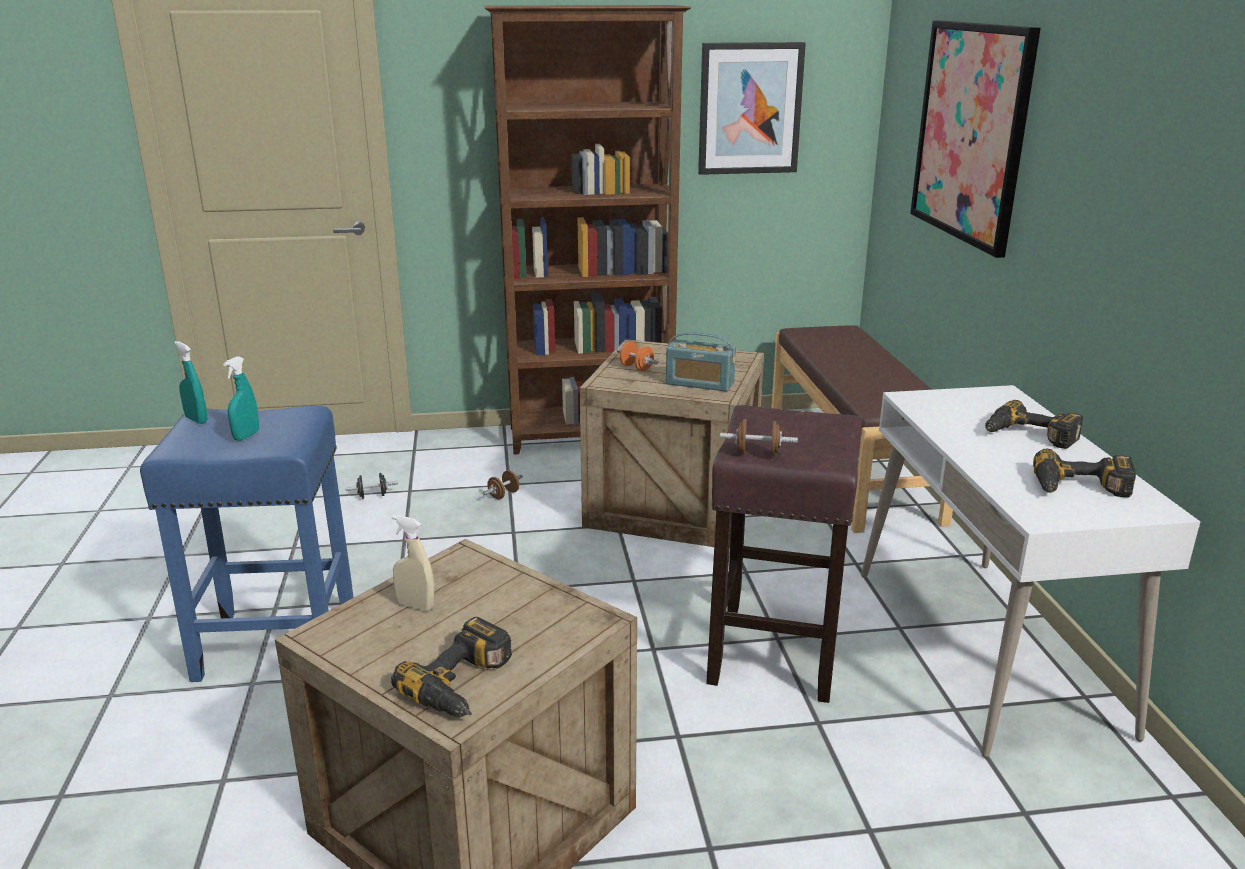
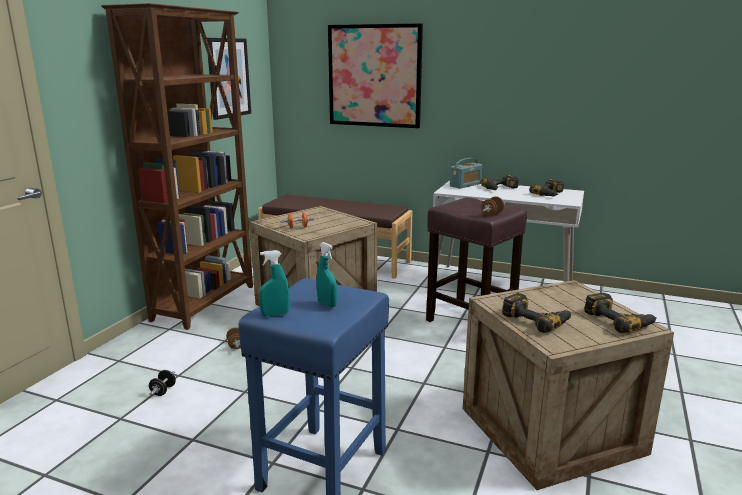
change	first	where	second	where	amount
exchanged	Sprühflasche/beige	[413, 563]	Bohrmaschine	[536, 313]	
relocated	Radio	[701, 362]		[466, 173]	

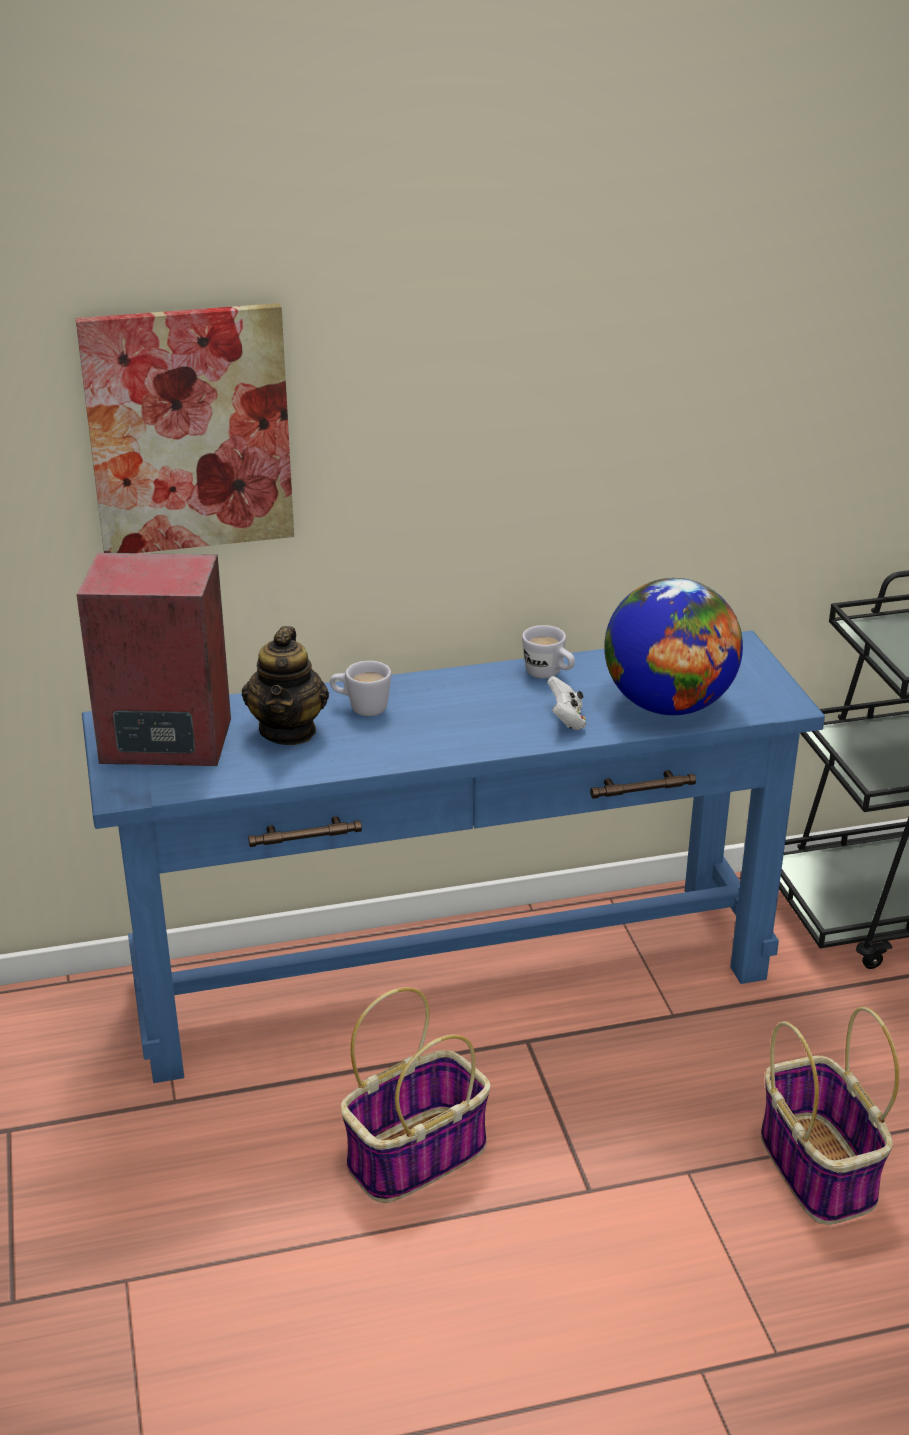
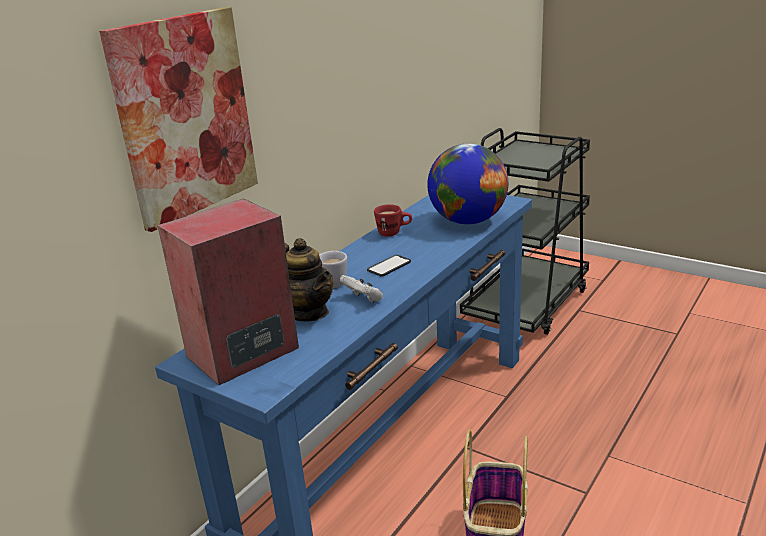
change	first	where	second	where	amount
colour	Henkelbecher/weiß	[548, 652]	Henkelbecher/rot	[393, 220]	
relocated	Gamepad/weiß	[566, 703]		[361, 288]	
missing	Korb	[830, 1116]			
appeared			Handy	[389, 266]	

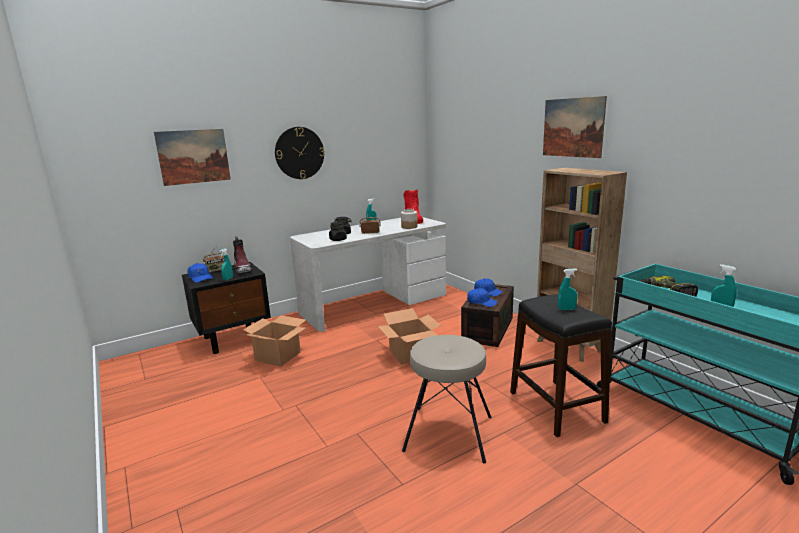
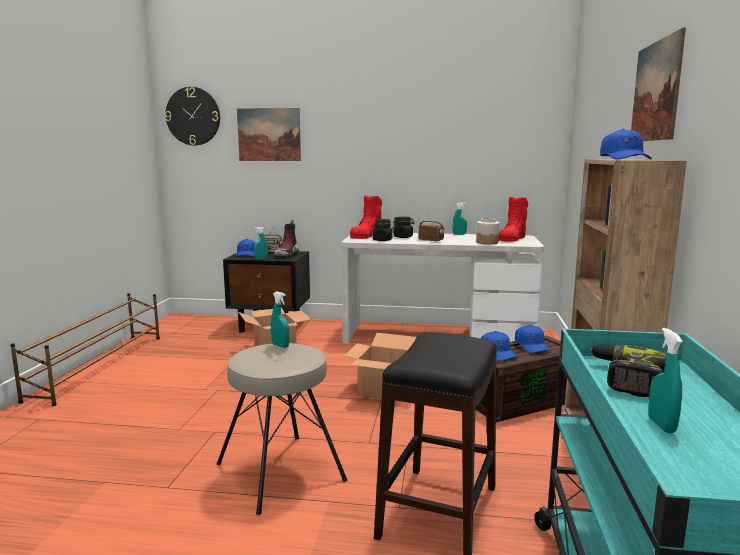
change	first	where	second	where	amount
relocated	Wanduhr	[300, 153]		[192, 116]	
relocated	Sprühflasche/türkis	[568, 289]		[280, 319]	
appeared			Schuhregal/braun	[85, 349]	
appeared			Stiefel/rot	[366, 217]	
appeared			Kappe/blau	[626, 144]	

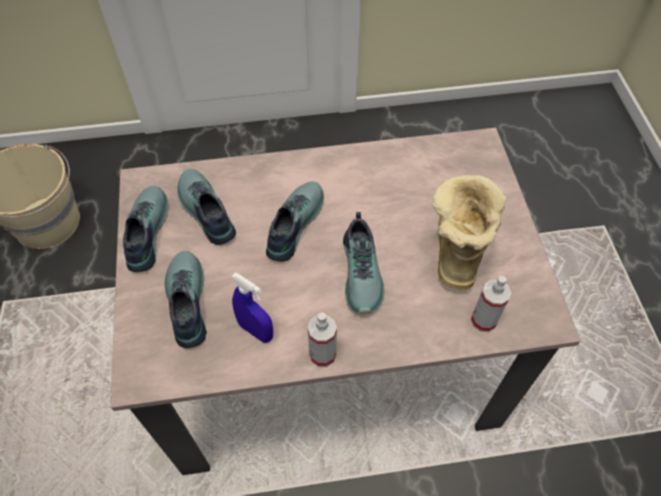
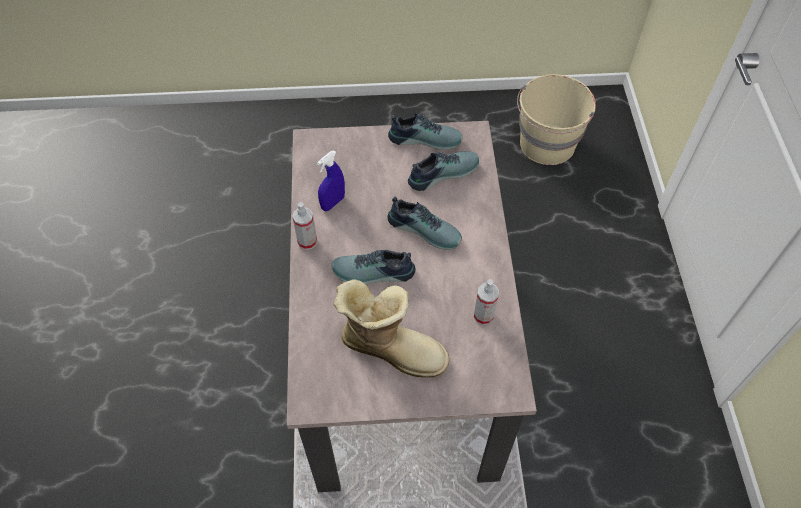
change	first	where	second	where	amount
missing	Schuh	[185, 299]			
relocated	Sprühflasche	[491, 304]		[486, 302]	

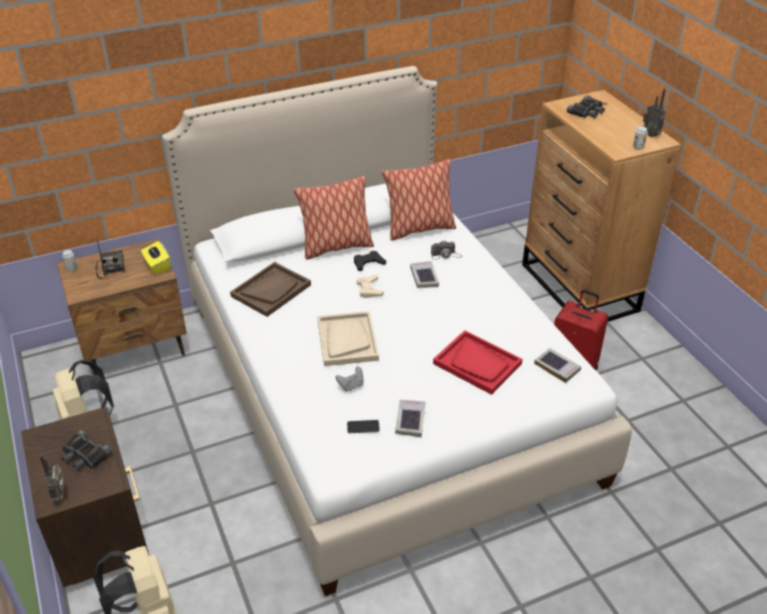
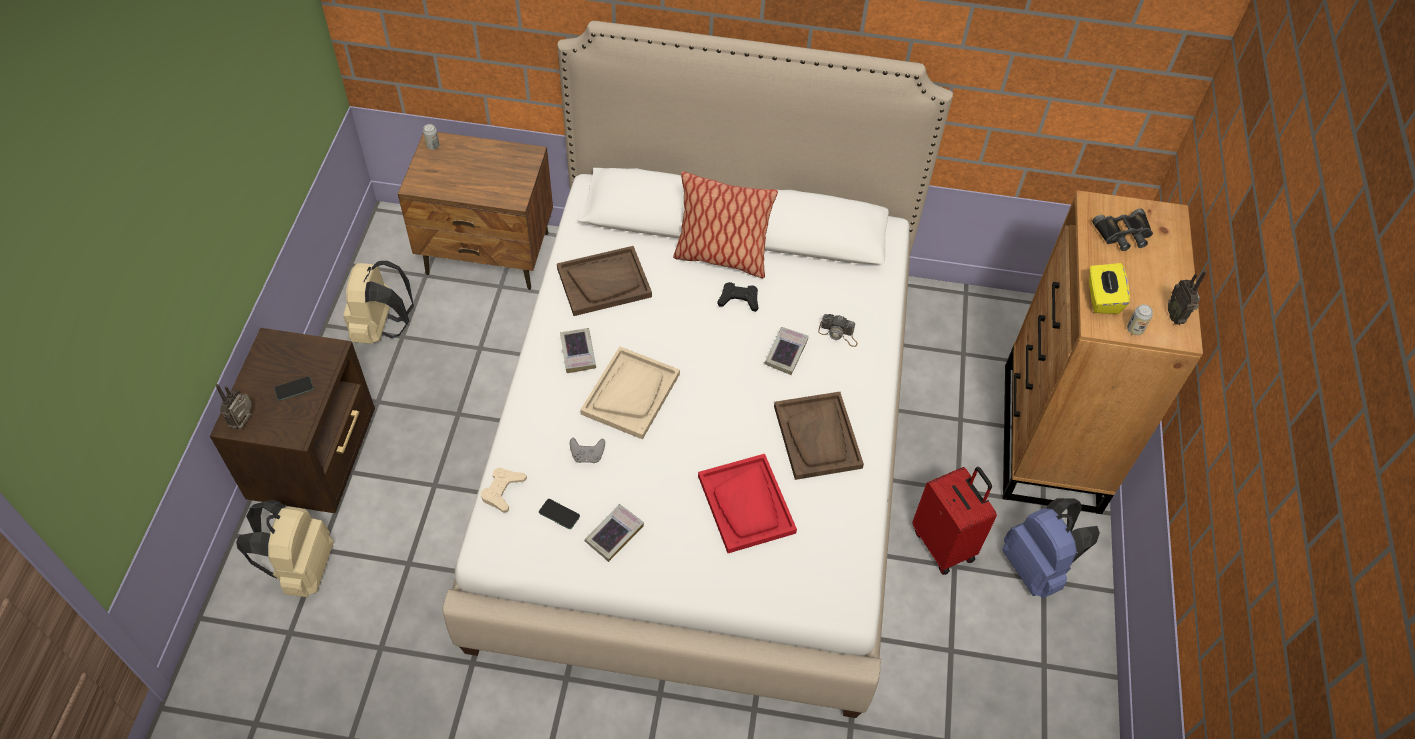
change	first	where	second	where	amount
exchanged	Fernglas/schwarz	[87, 450]	Handy	[294, 388]	
missing	Radio	[110, 259]			
relocated	Taschentuchbox/gelb	[155, 257]		[1109, 288]	
relocated	Gamepad/beige	[370, 286]		[504, 489]	
missing	Kissen	[419, 200]			
relocated	Buch	[557, 365]		[578, 350]	
appeared			Tablett/braun	[819, 436]	
appeared			Rucksack/blau	[1051, 548]	

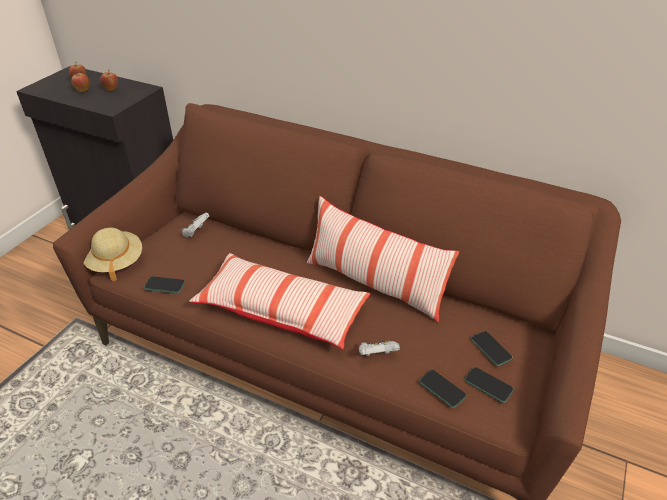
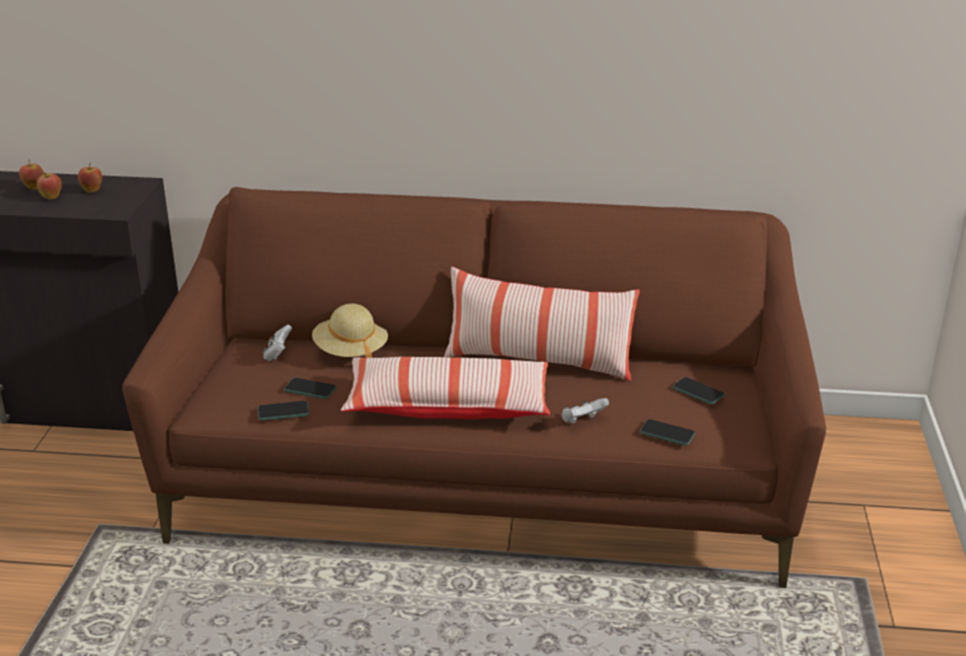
change	first	where	second	where	amount
relocated	Hut/beige	[112, 254]		[350, 331]	
relocated	Handy	[489, 385]		[310, 388]	

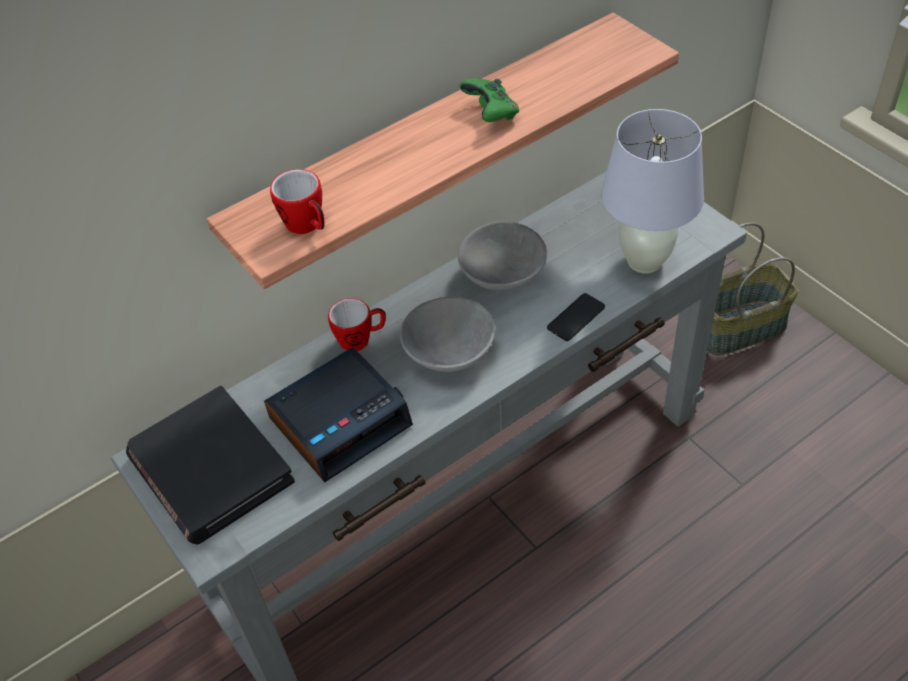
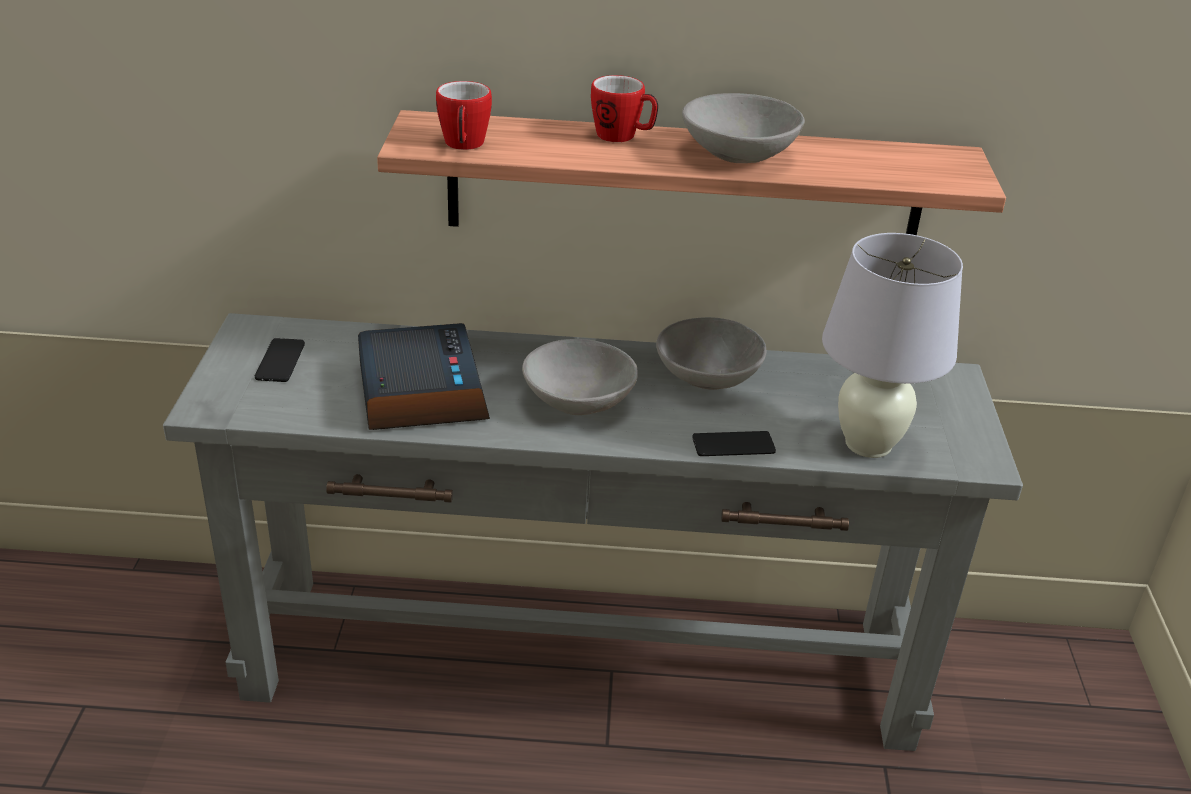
change	first	where	second	where	amount
exchanged	Buch/schwarz	[210, 465]	Handy	[280, 360]	
spun	Wecker	[338, 414]		[424, 376]	105 degrees counterclockwise
relocated	Henkelbecher	[357, 324]		[624, 108]	
exchanged	Gamepad/grün	[489, 100]	Schüssel/grau	[743, 128]	
missing	Korb	[753, 288]			

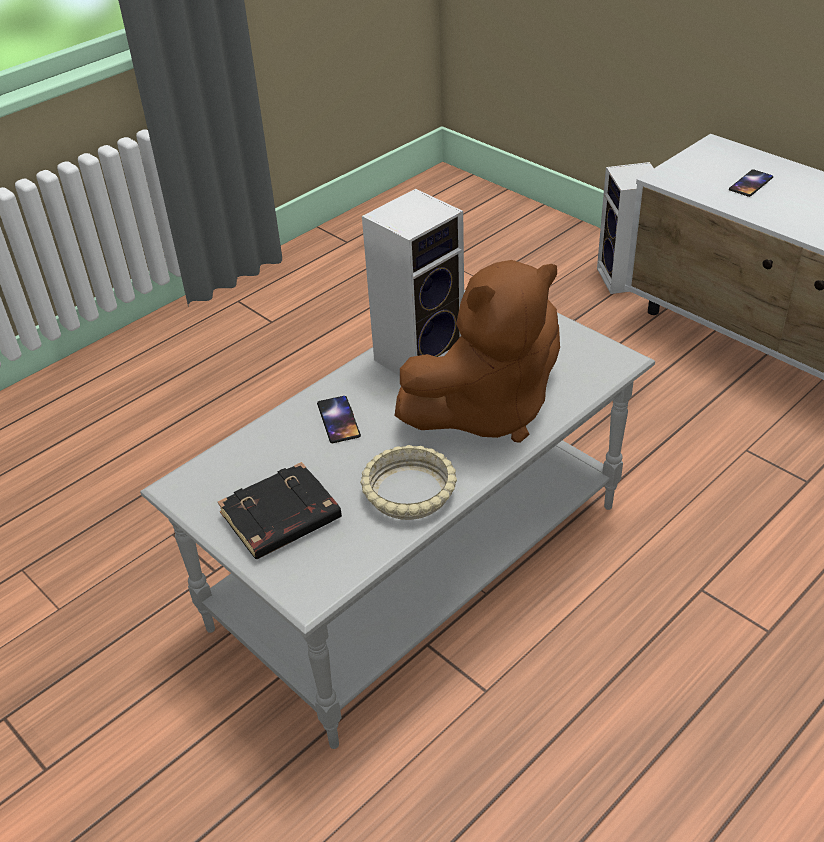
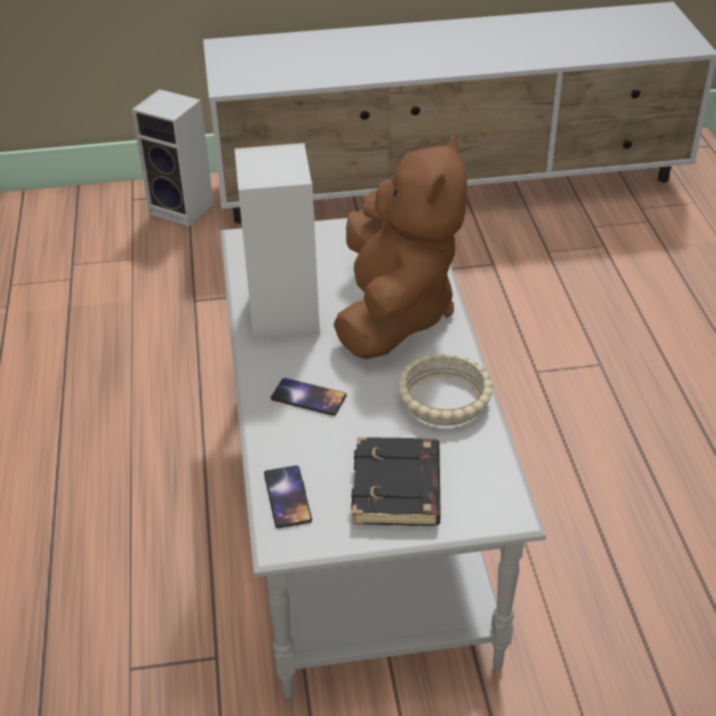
change	first	where	second	where	amount
relocated	Handy	[751, 183]		[288, 496]	

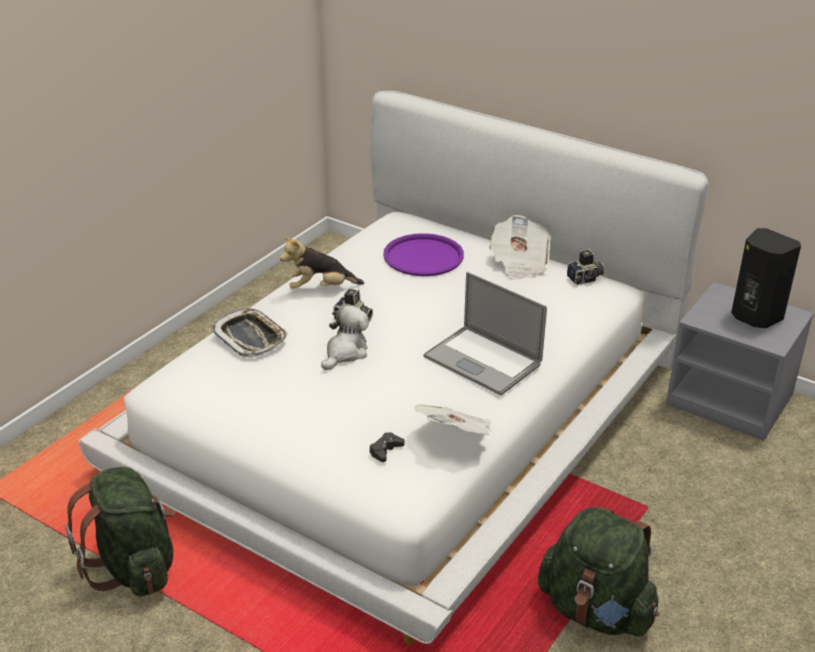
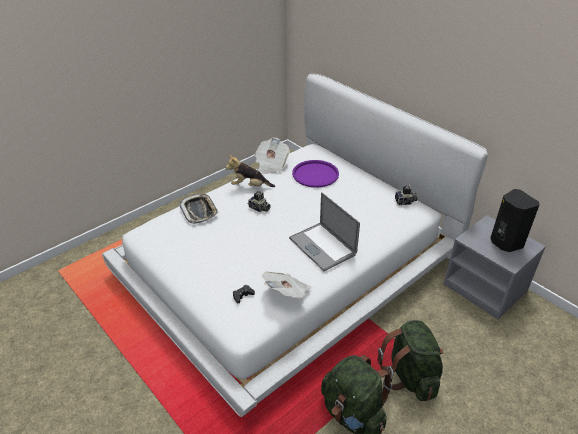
change	first	where	second	where	amount
relocated	Rucksack/grün	[120, 531]		[410, 360]	
missing	Plüschtier	[345, 338]			
relocated	Zeitung	[520, 247]		[272, 156]	

